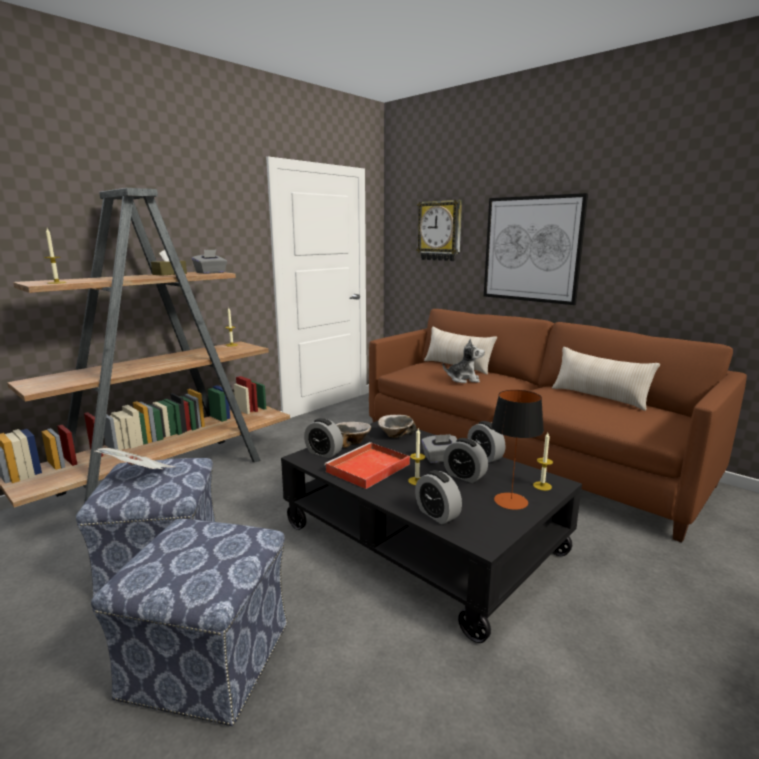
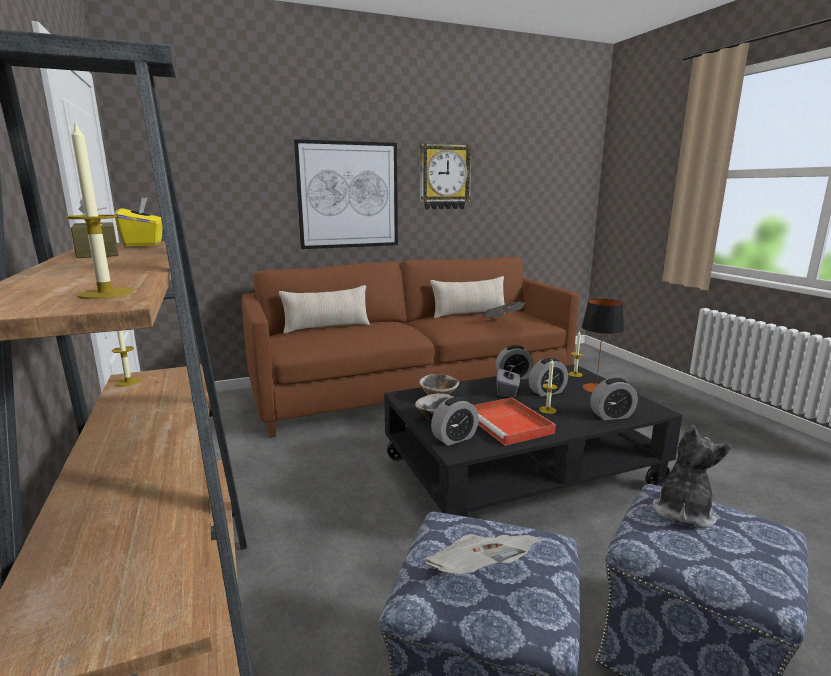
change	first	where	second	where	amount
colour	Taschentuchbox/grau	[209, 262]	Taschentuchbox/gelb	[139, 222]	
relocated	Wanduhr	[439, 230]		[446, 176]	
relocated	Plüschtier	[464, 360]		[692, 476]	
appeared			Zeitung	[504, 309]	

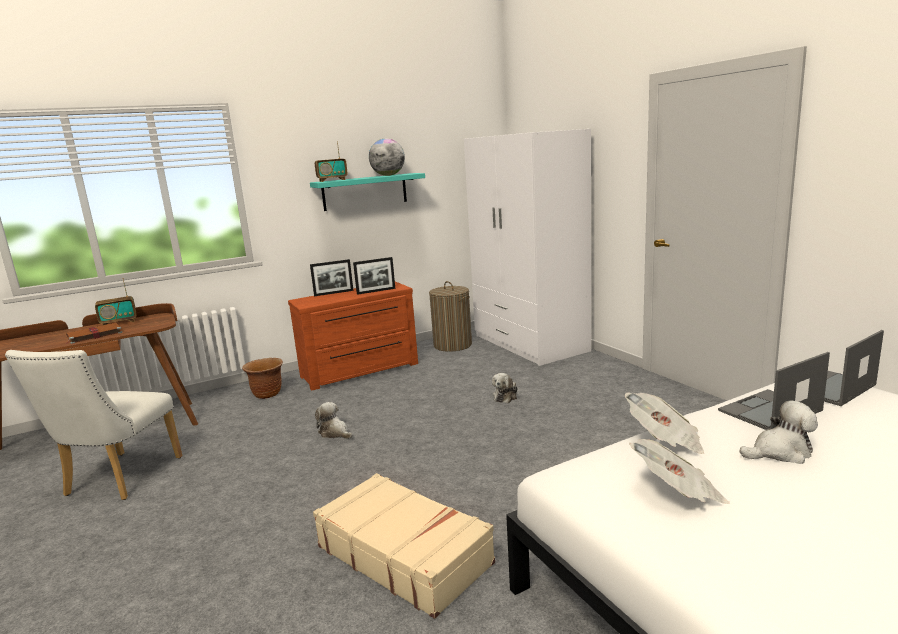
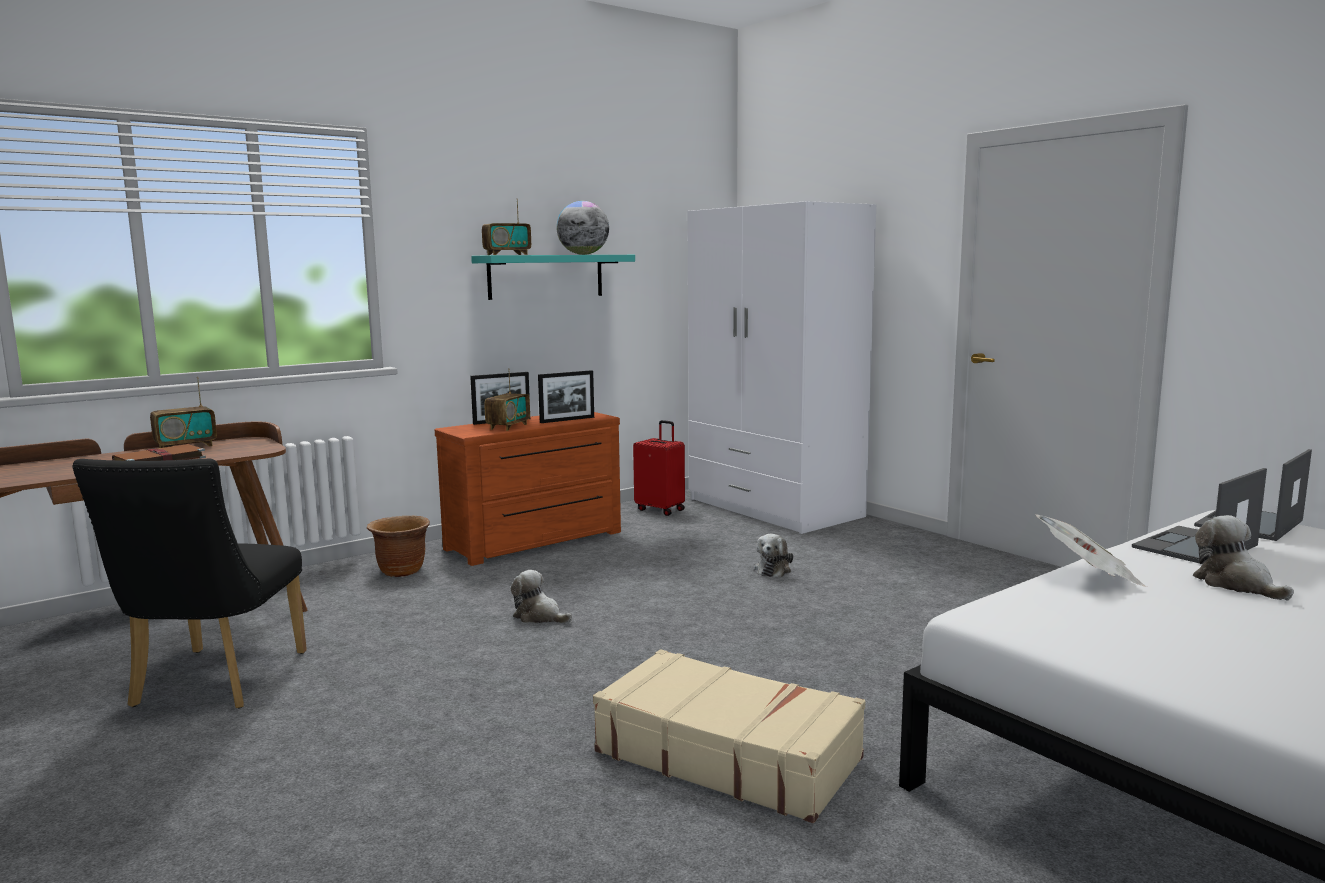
change	first	where	second	where	amount
colour	Stuhl/weiß	[93, 425]	Stuhl/schwarz	[189, 584]	
exchanged	Wäschekorb	[450, 316]	Koffer/rot	[659, 468]	
missing	Zeitung	[679, 471]			
spun	Plüschtier	[778, 432]		[1243, 557]	90 degrees counterclockwise
appeared			Radio	[507, 399]	

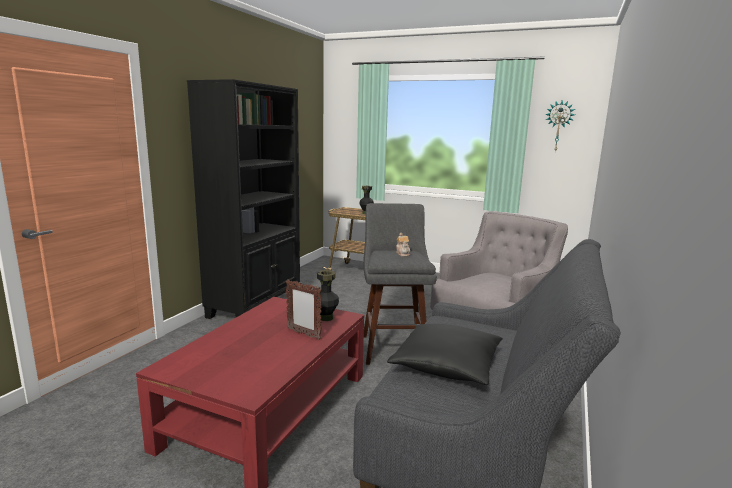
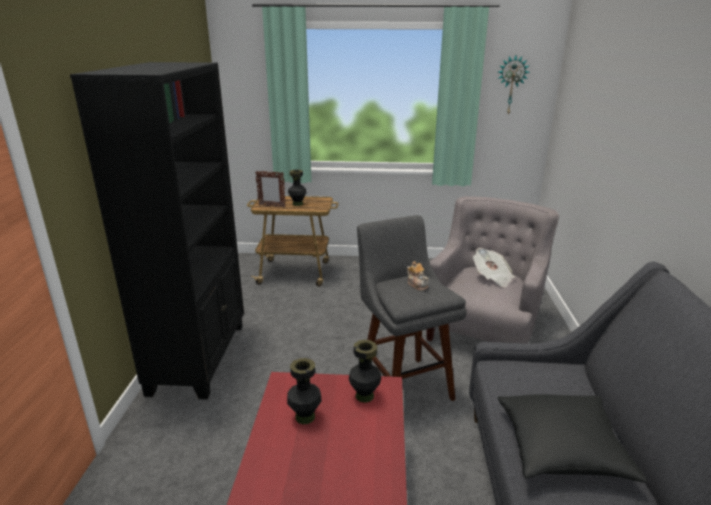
change	first	where	second	where	amount
relocated	Bilderrahmen	[303, 310]		[270, 189]	
appeared			Vase/schwarz	[304, 391]	
appeared			Zeitung	[494, 268]	

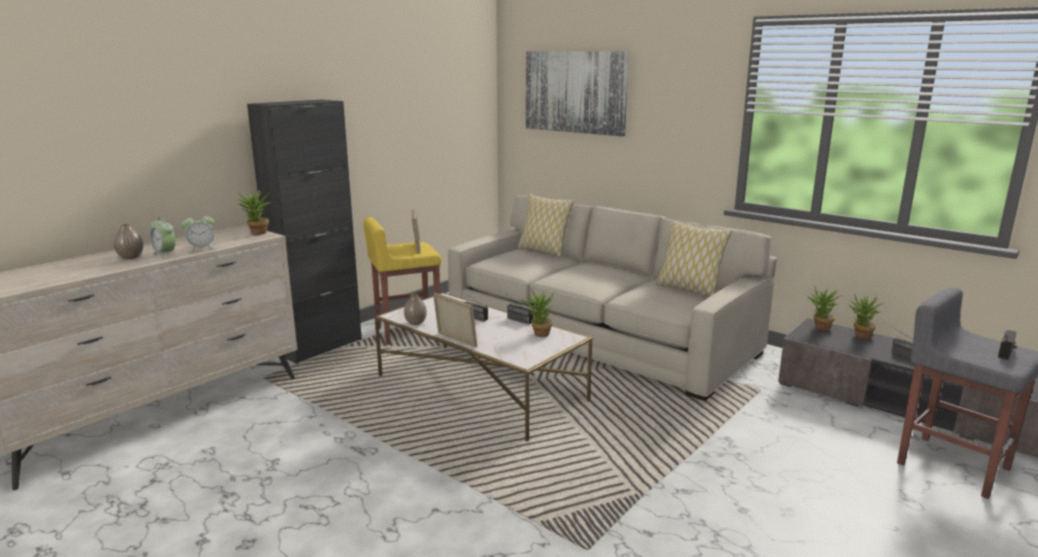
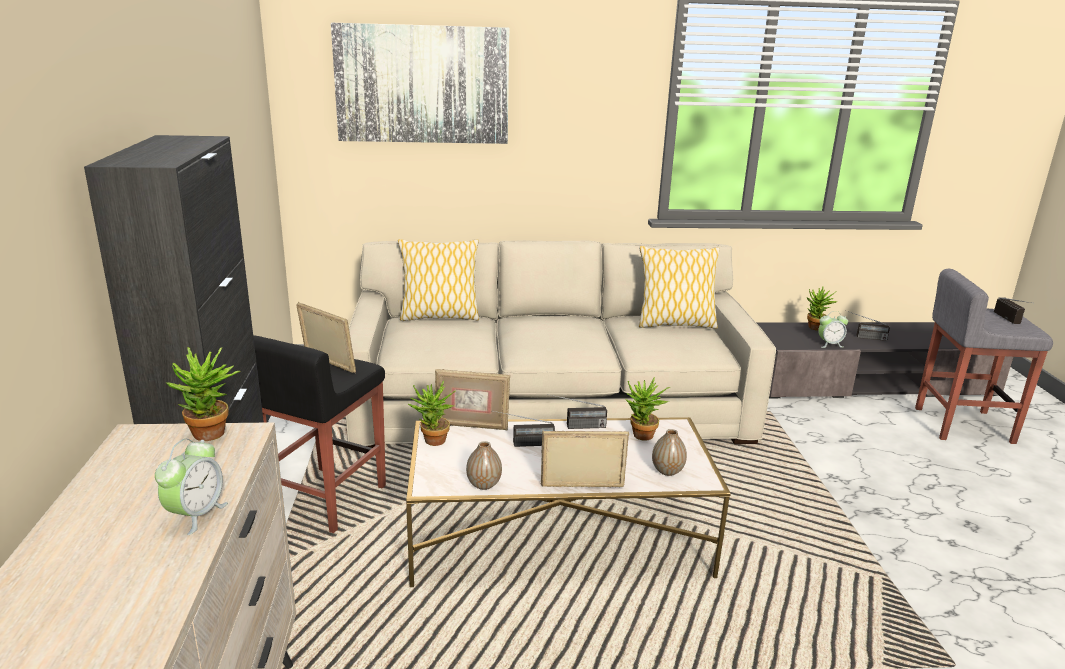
change	first	where	second	where	amount
relocated	Vase	[128, 241]		[669, 452]	
relocated	Wecker	[163, 238]		[833, 329]	
colour	Hocker/gelb	[402, 281]	Hocker/schwarz	[319, 434]	
relocated	Topfpflanze	[824, 308]		[432, 413]	
appeared			Bilderrahmen	[472, 399]	

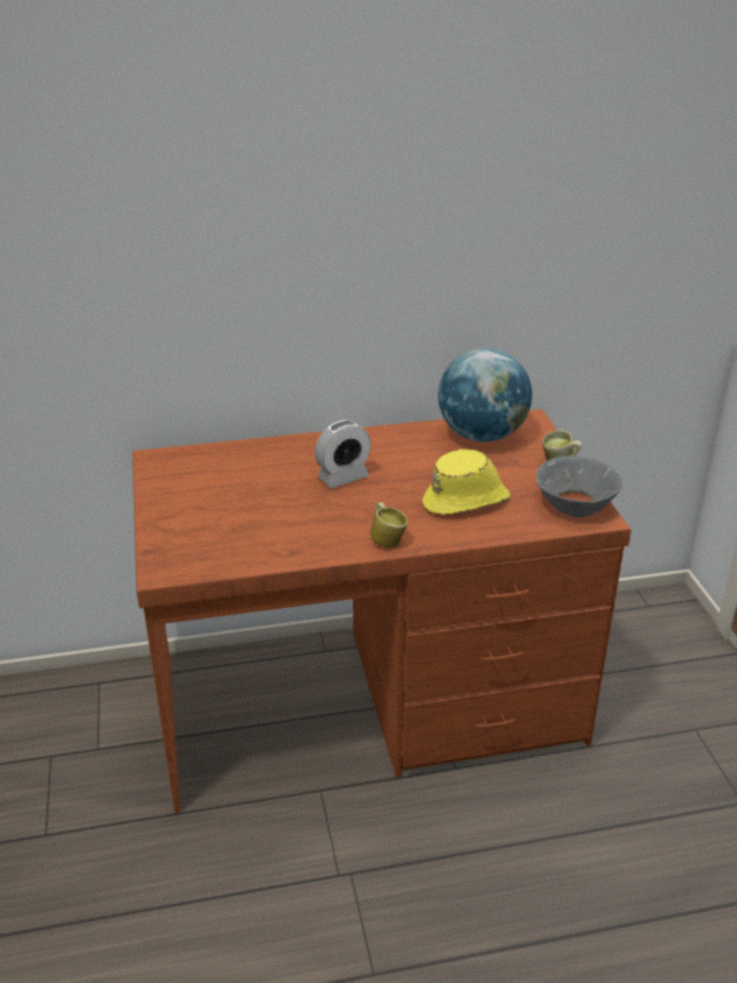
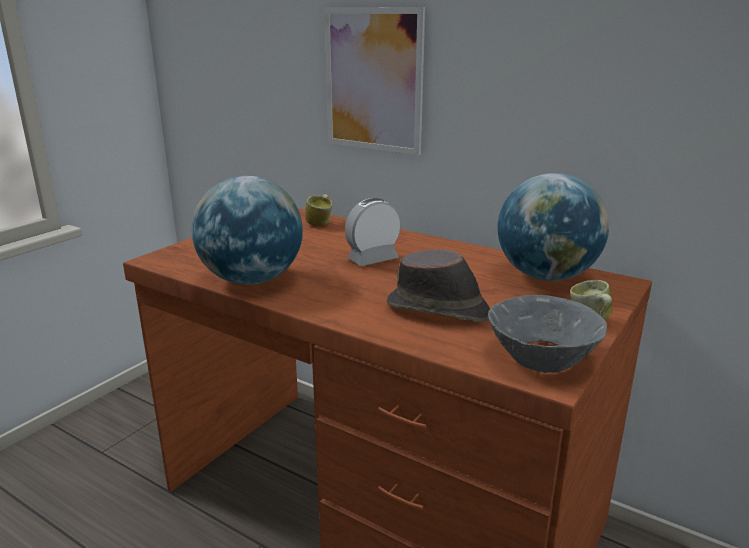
change	first	where	second	where	amount
spun	Wecker	[343, 454]		[373, 232]	135 degrees clockwise
relocated	Henkelbecher	[389, 525]		[318, 210]	
colour	Hut/gelb	[466, 482]	Hut/braun	[438, 285]	
appeared			Globus	[247, 230]	
appeared			Bild	[374, 81]	

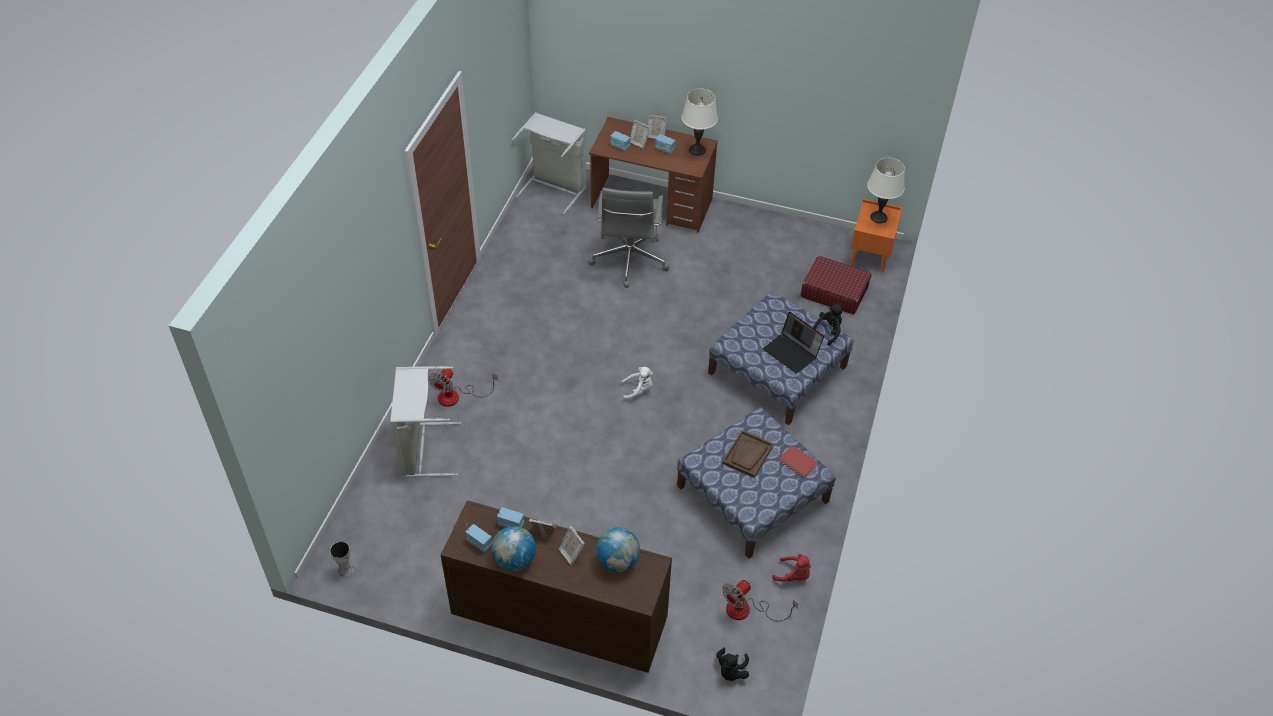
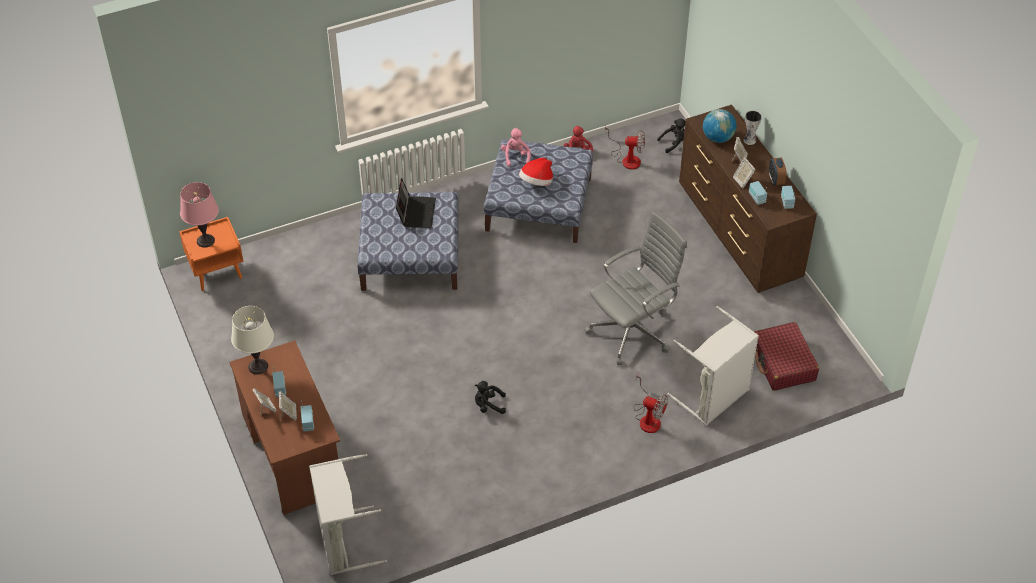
change	first	where	second	where	amount
relocated	Vase	[342, 559]		[752, 127]	
spun	Ventilator	[463, 387]		[650, 402]	45 degrees clockwise
exchanged	Globus	[514, 548]	Wecker	[778, 171]	
relocated	Bürostuhl/grau	[628, 238]		[635, 288]	
missing	Plüschtier/weiß	[637, 384]			
exchanged	Tablett/braun	[748, 454]	Hut	[536, 172]	
exchanged	Buch/rot	[798, 461]	Plüschtier/rosa	[516, 147]	
relocated	Koffer/rot	[836, 285]		[786, 356]	
relocated	Plüschtier/schwarz	[828, 324]		[490, 397]	
colour	Tischlampe/weiß	[886, 190]	Tischlampe/rosa	[199, 215]	

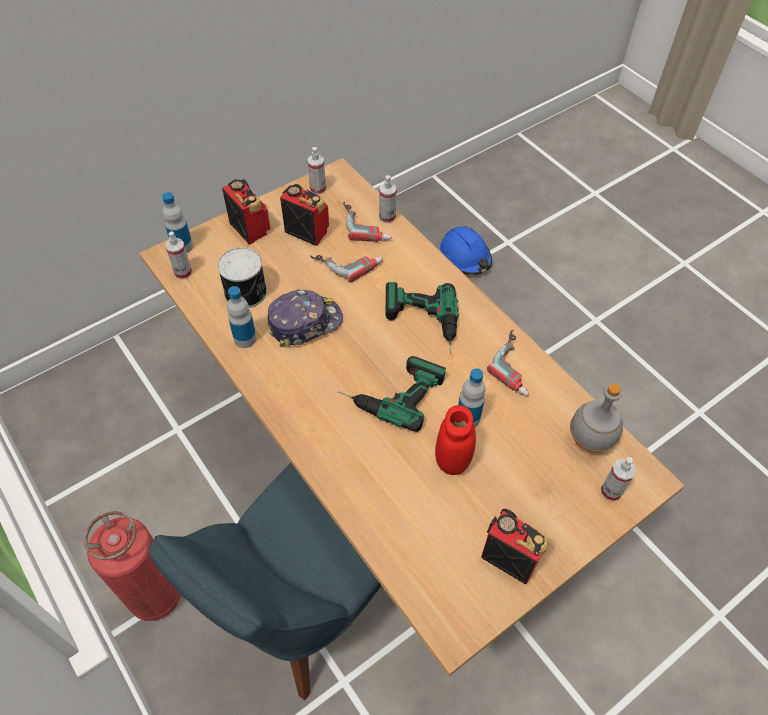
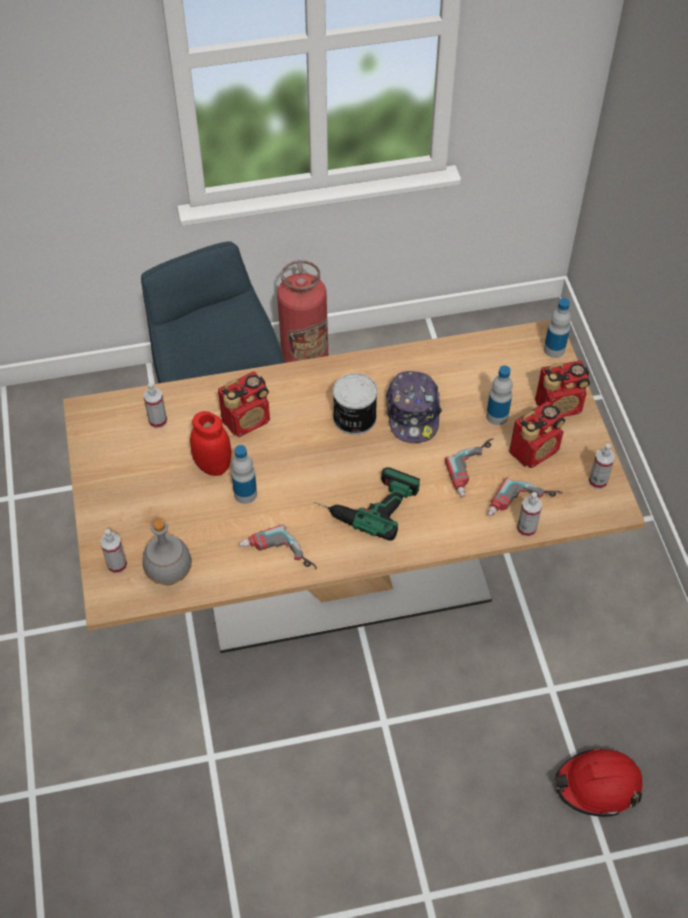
change	first	where	second	where	amount
relocated	Sprühflasche	[178, 255]		[155, 405]	
relocated	Dose	[242, 277]		[355, 404]	
relocated	Flasche	[242, 317]		[499, 395]	
missing	Bohrmaschine	[392, 394]			
colour	Schutzhelm/blau	[466, 250]	Schutzhelm/rot	[599, 783]	
relocated	Radio	[515, 546]		[244, 404]	

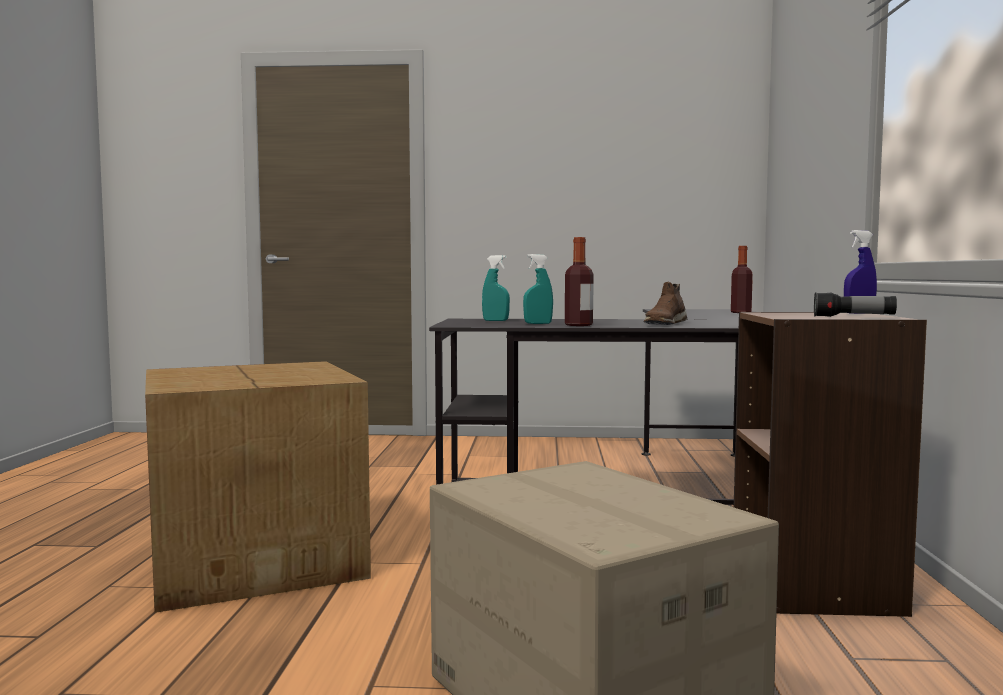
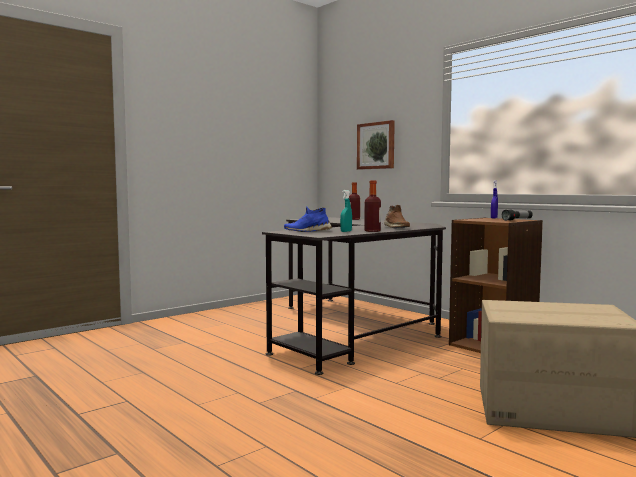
change	first	where	second	where	amount
missing	Karton	[258, 487]			
exchanged	Sprühflasche/türkis	[496, 288]	Schuh/blau	[308, 219]	
appeared			Bild	[376, 145]	

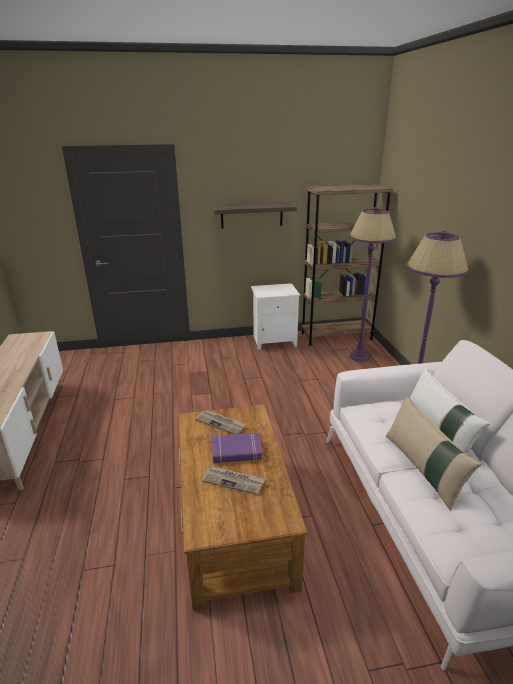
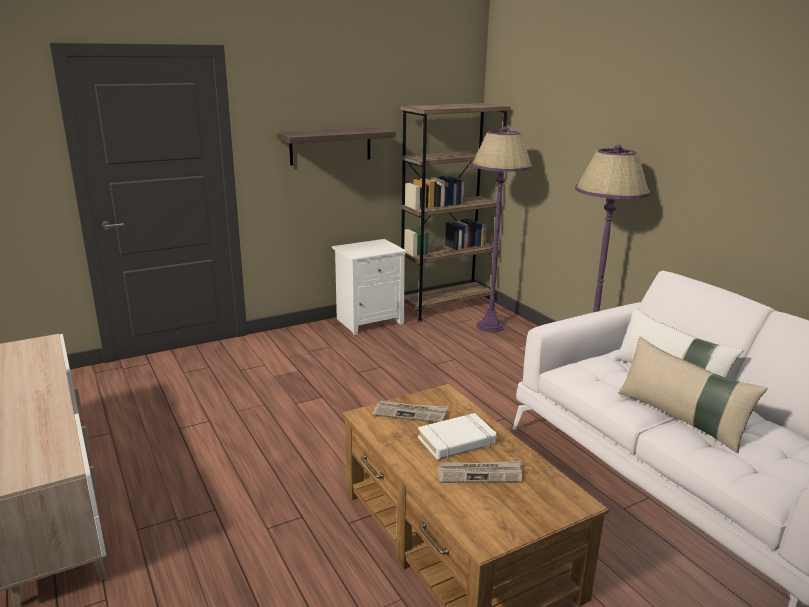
change	first	where	second	where	amount
colour	Buch/lila	[237, 448]	Buch/weiß	[457, 436]	

